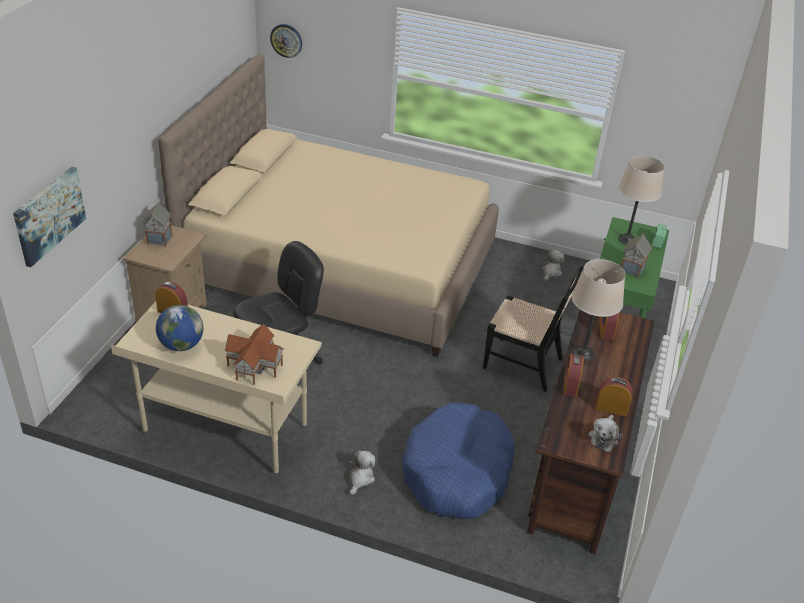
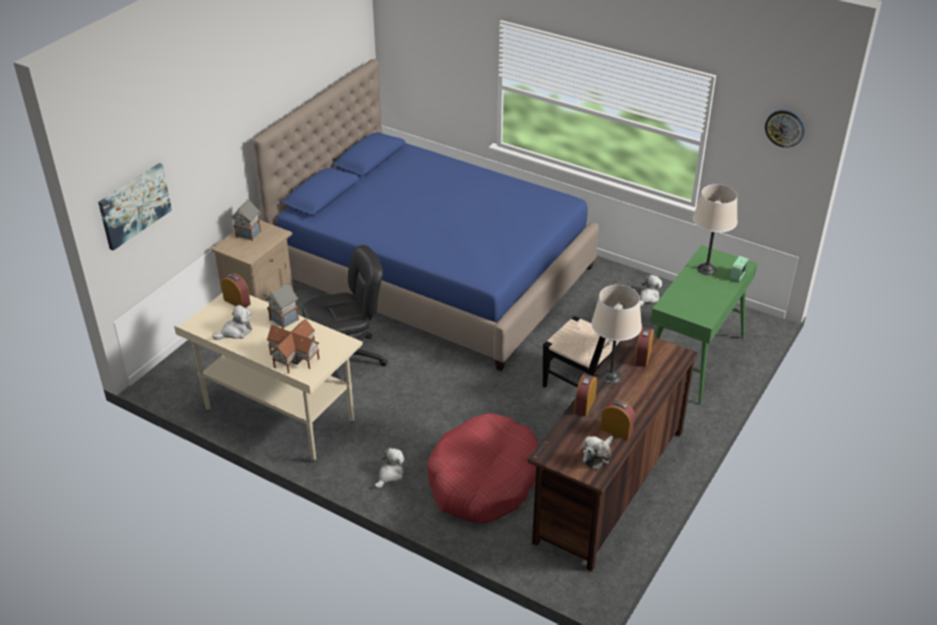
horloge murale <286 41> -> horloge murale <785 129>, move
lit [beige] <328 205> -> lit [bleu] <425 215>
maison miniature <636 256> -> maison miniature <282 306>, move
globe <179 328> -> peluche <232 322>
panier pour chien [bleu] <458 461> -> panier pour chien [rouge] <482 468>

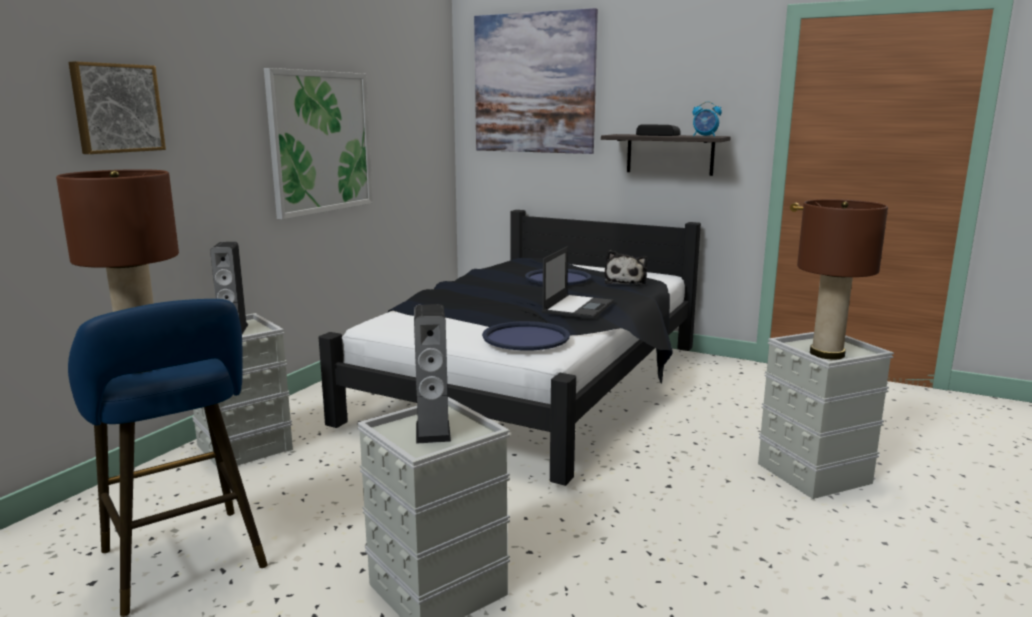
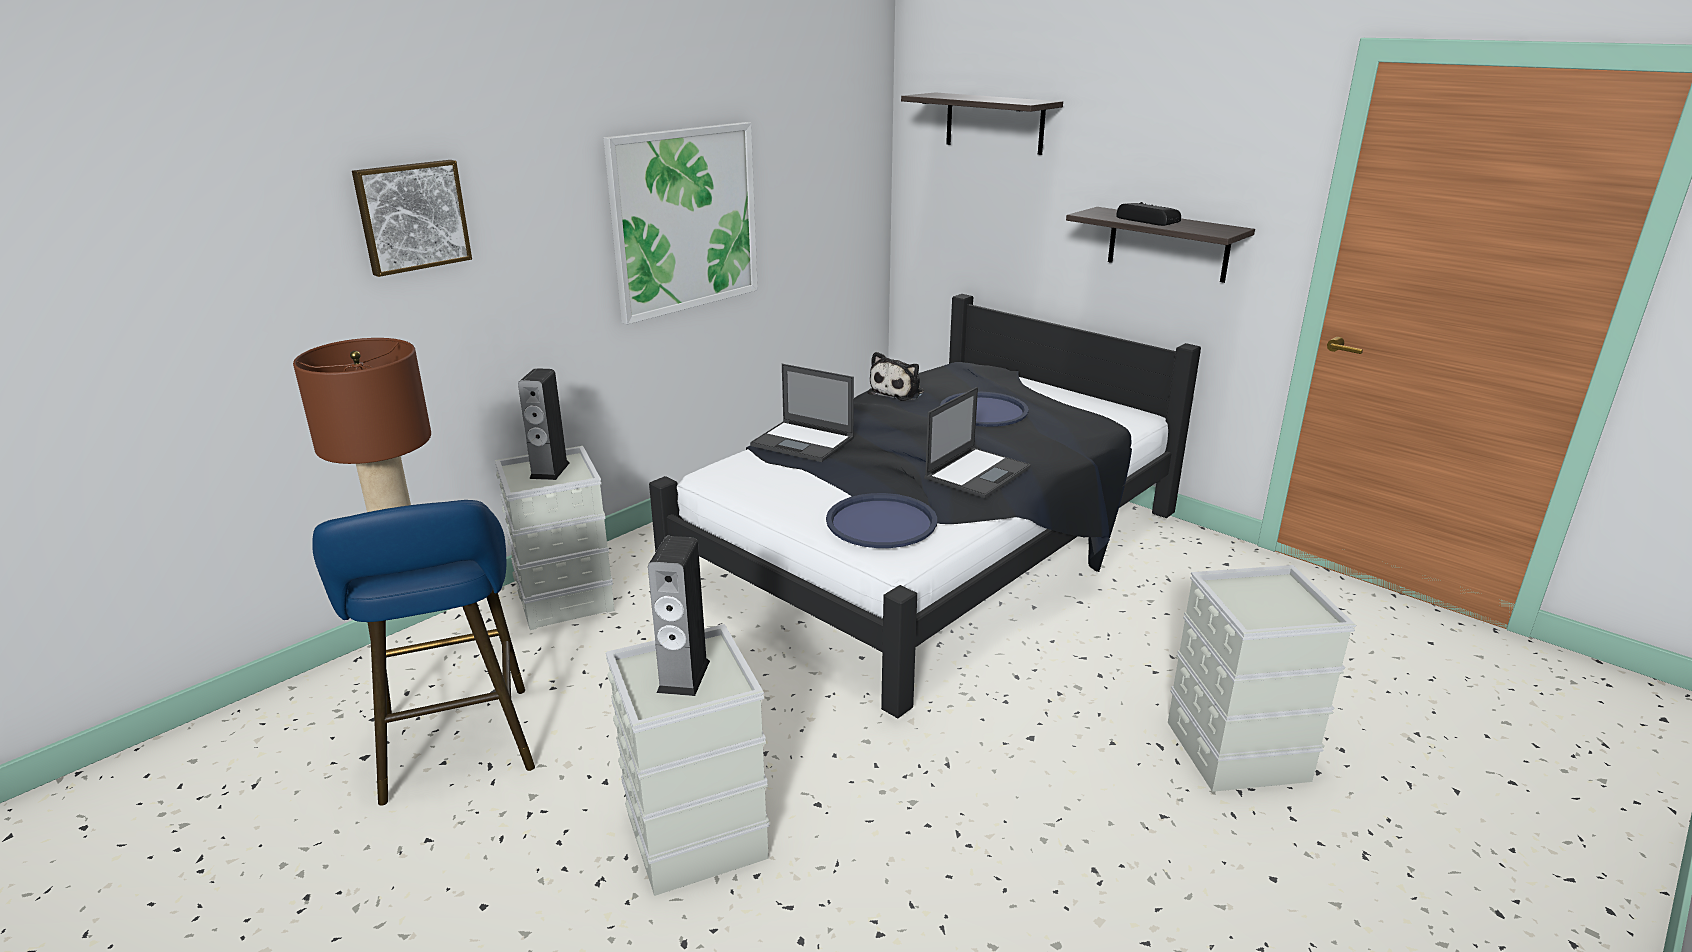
tableau <536 81> -> étagère <982 123>
réveil <707 119> -> none
lampe de table [marron] <842 279> -> none
peluche <626 267> -> peluche <896 376>, move
none -> ordinateur portable <802 413>

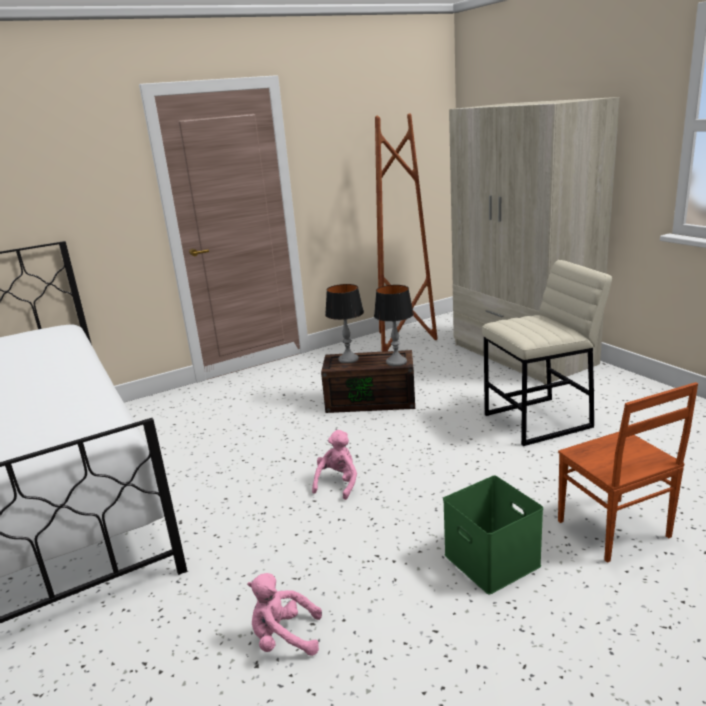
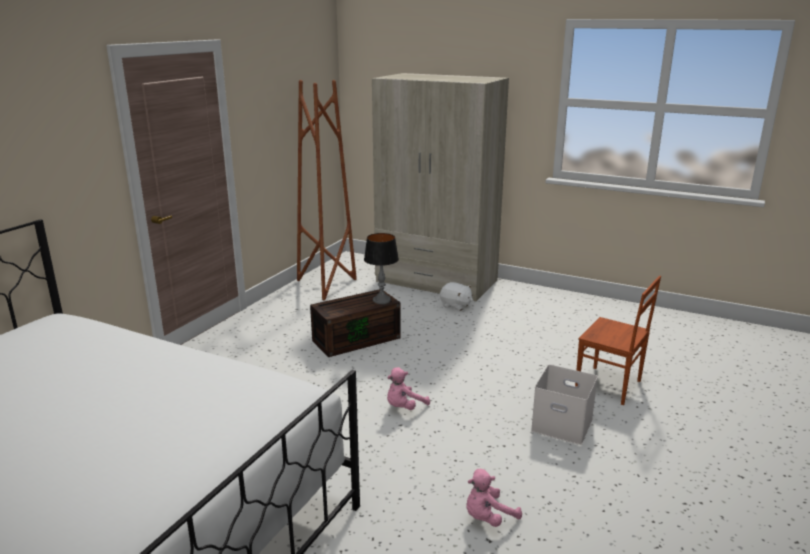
chaise [beige] <547 353> -> none
lampe de table <344 324> -> none
peluche [rose] <334 465> -> peluche [rose] <408 388>, 120 degrees counterclockwise
boîte de rangement [vert] <493 535> -> boîte de rangement [blanc] <564 405>
none -> peluche [blanc] <456 296>

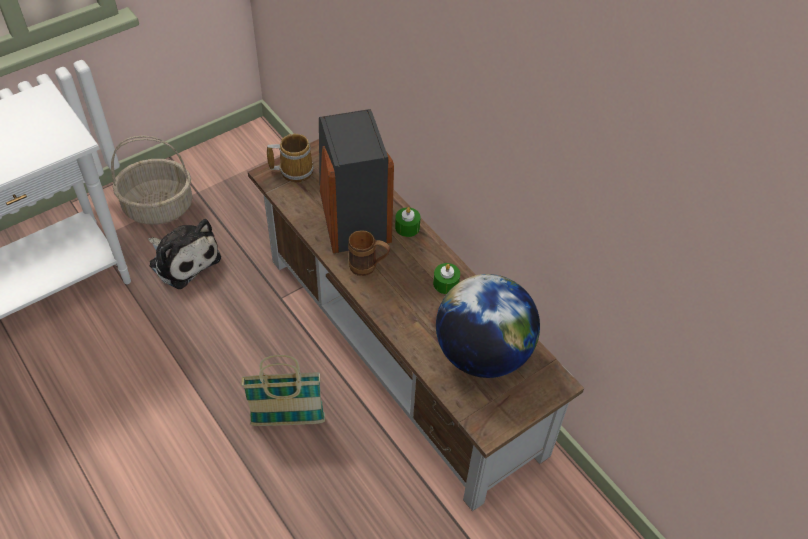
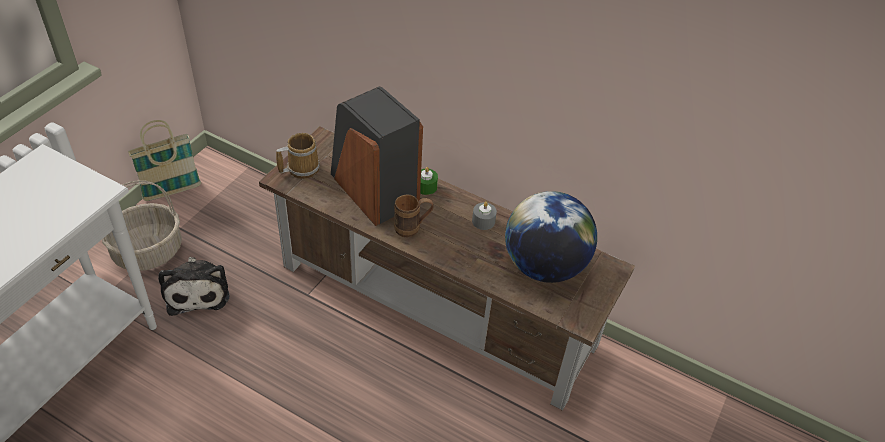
peluche <184 254> -> peluche <193 286>, 60 degrees clockwise
bougie [vert] <446 278> -> bougie [gris] <484 216>
panier <283 390> -> panier <164 160>, move

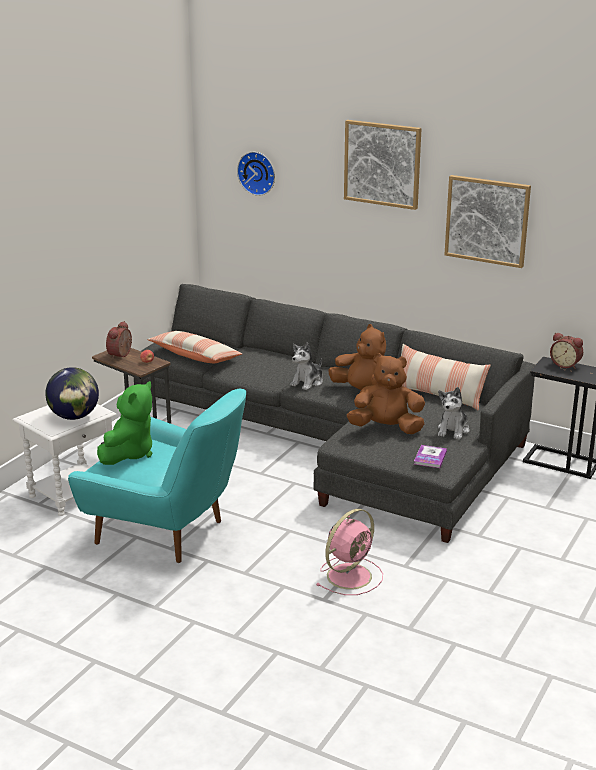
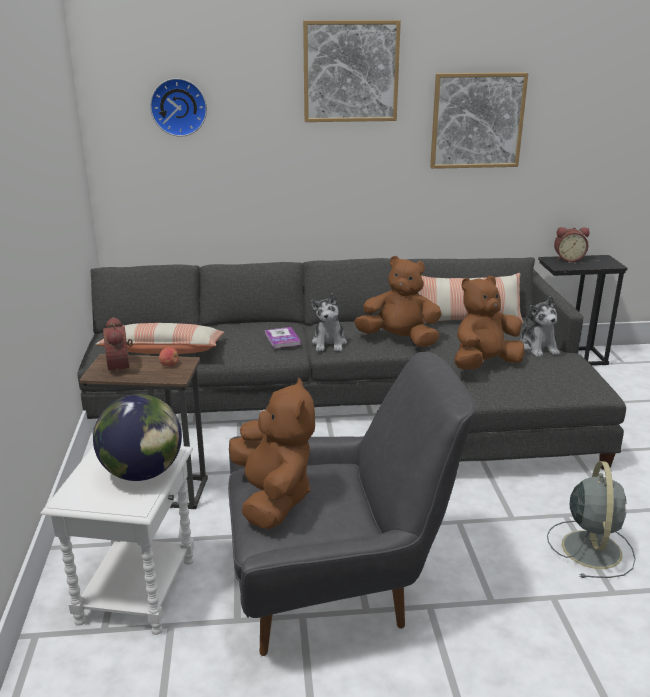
peluche [vert] <124 423> -> peluche [marron] <272 453>
fauteuil [turquoise] <157 476> -> fauteuil [gris] <351 504>
livre <430 456> -> livre <283 337>, move
ventilateur [rose] <350 552> -> ventilateur [gris] <591 519>

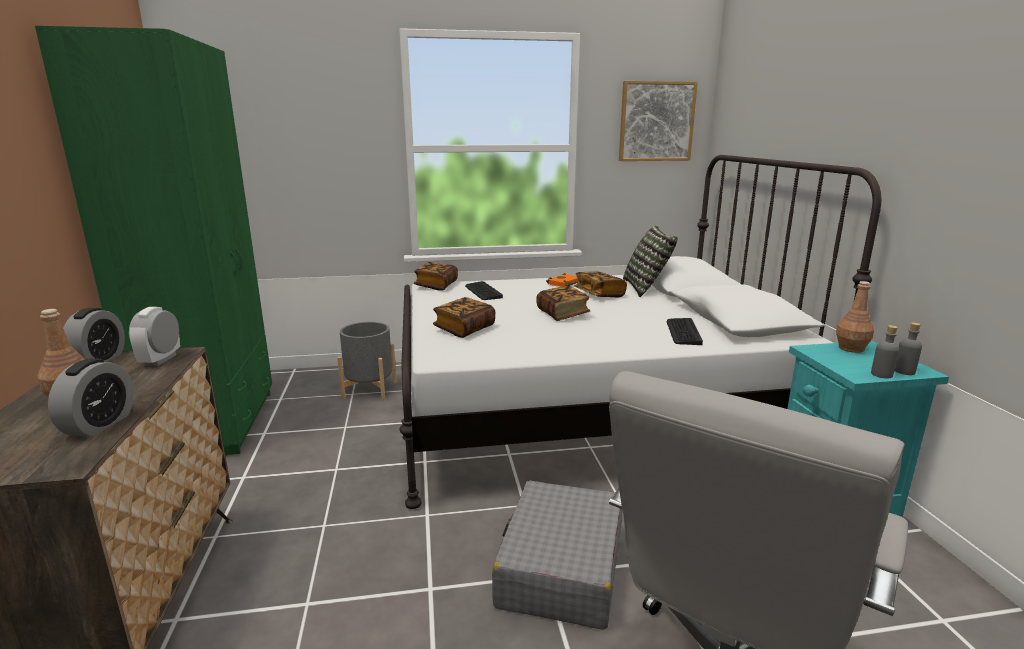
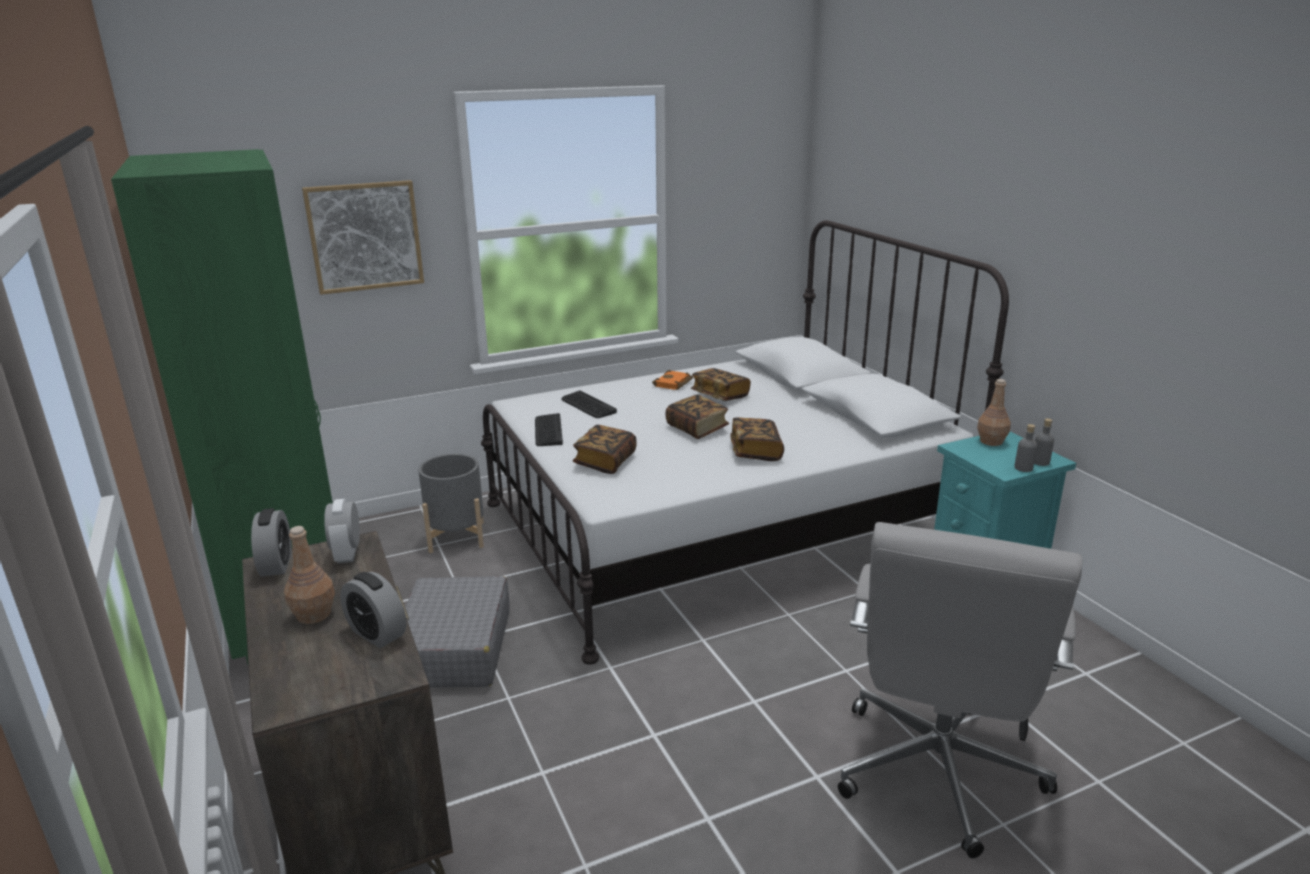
tableau <658 121> -> tableau <363 237>, move
coussin <650 261> -> none
livre <436 276> -> livre <757 439>, move
clavier <685 331> -> clavier <549 429>, move
réveil <91 397> -> réveil <373 610>, 135 degrees clockwise
valise [gris] <557 555> -> valise [gris] <457 632>, move

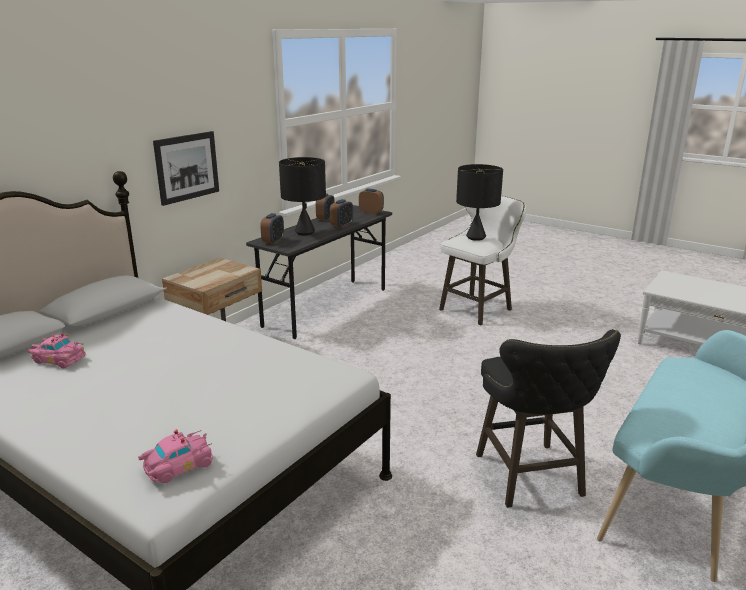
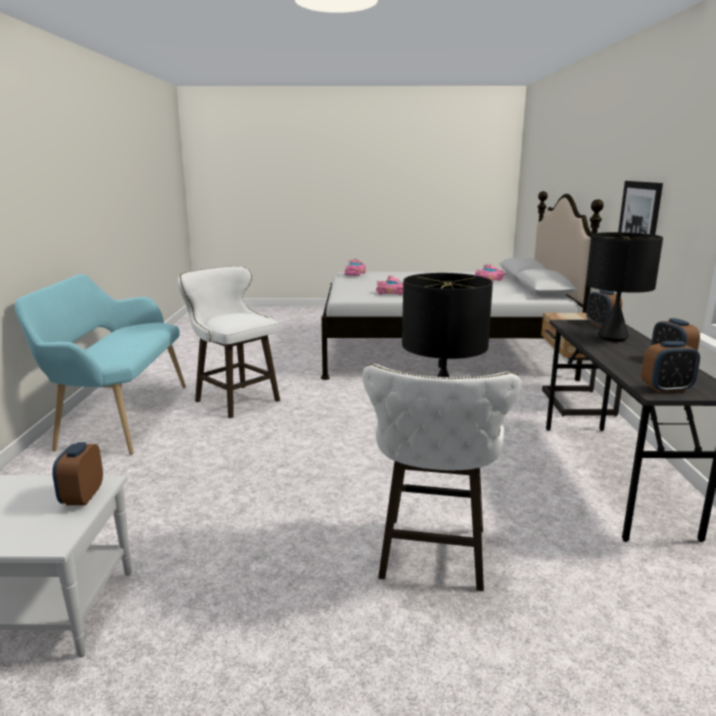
réveil <341 213> -> réveil <77 473>, move
tabouret [noir] <548 418> -> tabouret [blanc] <229 342>
none -> petite voiture [rose] <389 285>

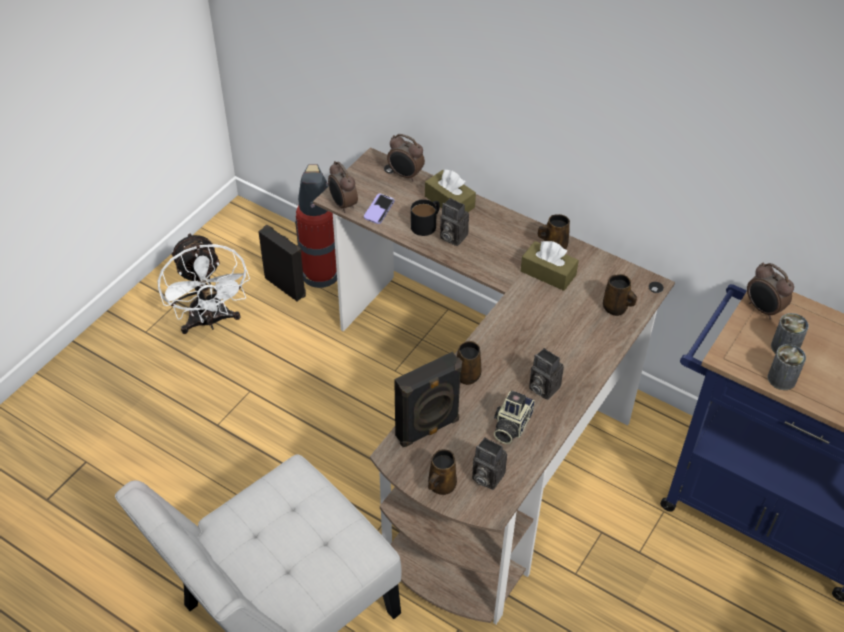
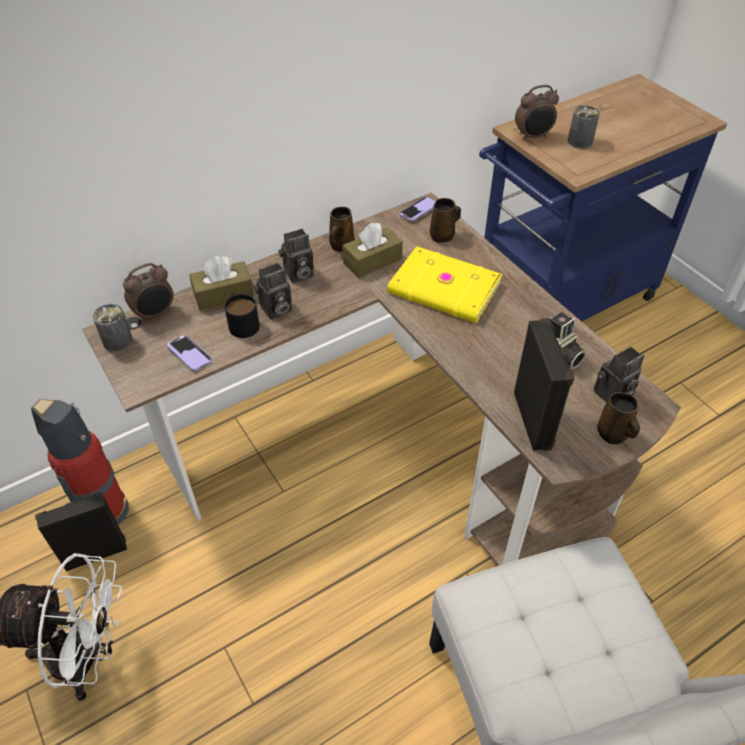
réveil <343 187> -> none
mug [marron] <469 363> -> none
boîte métallique <787 367> -> boîte métallique <113 328>, move
appareil photo <546 374> -> appareil photo <296 256>, move
none -> téléphone <417 209>
none -> livre [jaune] <444 284>

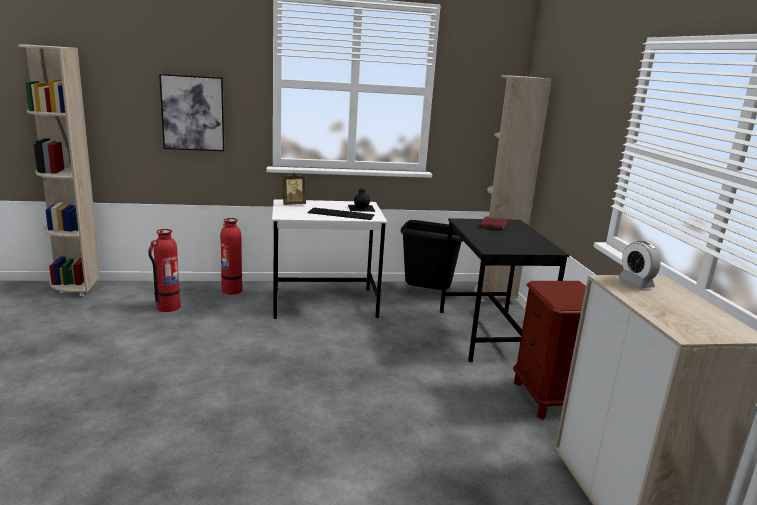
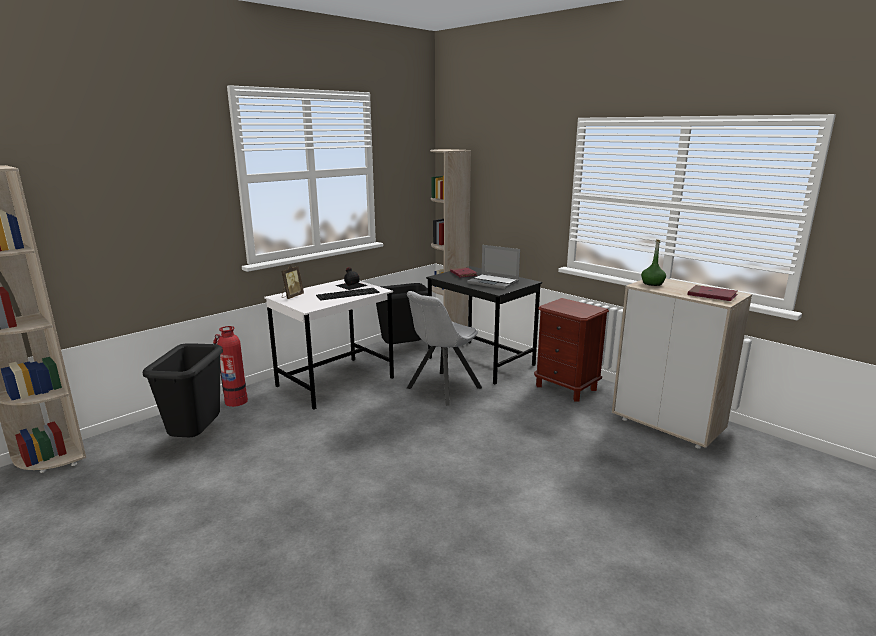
tableau <192 112> -> none
extincteur <164 270> -> poubelle [noir] <183 390>
réveil <639 265> -> bouteille [vert] <653 262>
none -> ordinateur portable <493 267>
none -> livre [rouge] <712 293>
none -> chaise [gris] <444 348>

